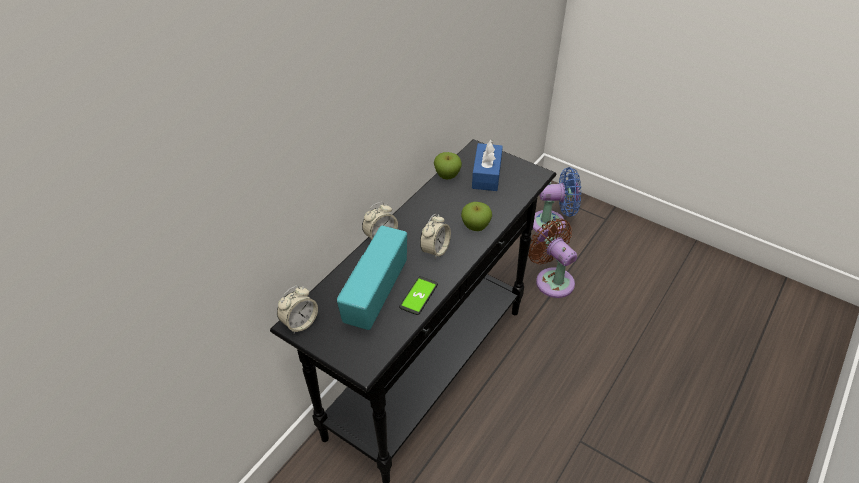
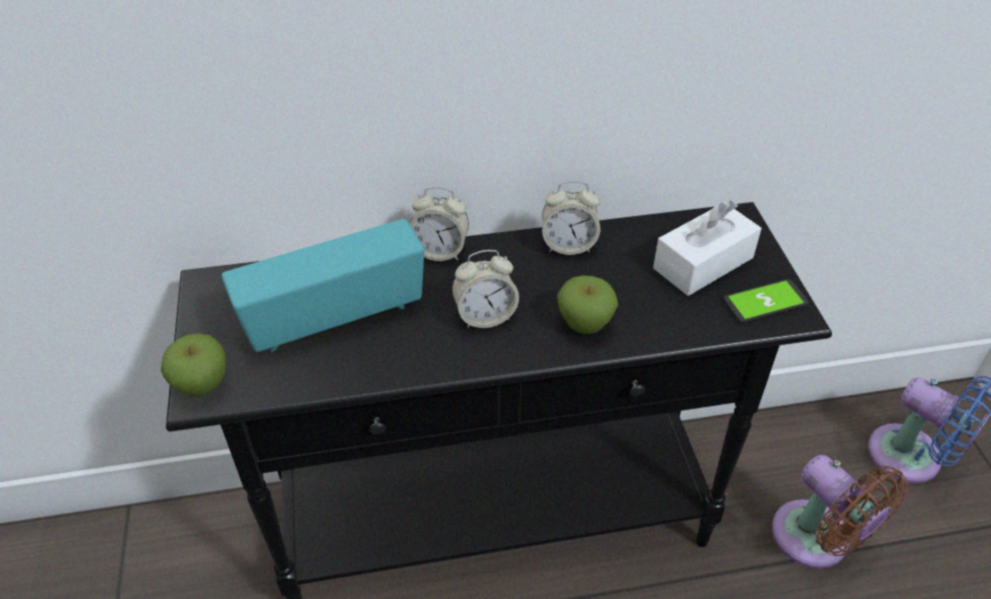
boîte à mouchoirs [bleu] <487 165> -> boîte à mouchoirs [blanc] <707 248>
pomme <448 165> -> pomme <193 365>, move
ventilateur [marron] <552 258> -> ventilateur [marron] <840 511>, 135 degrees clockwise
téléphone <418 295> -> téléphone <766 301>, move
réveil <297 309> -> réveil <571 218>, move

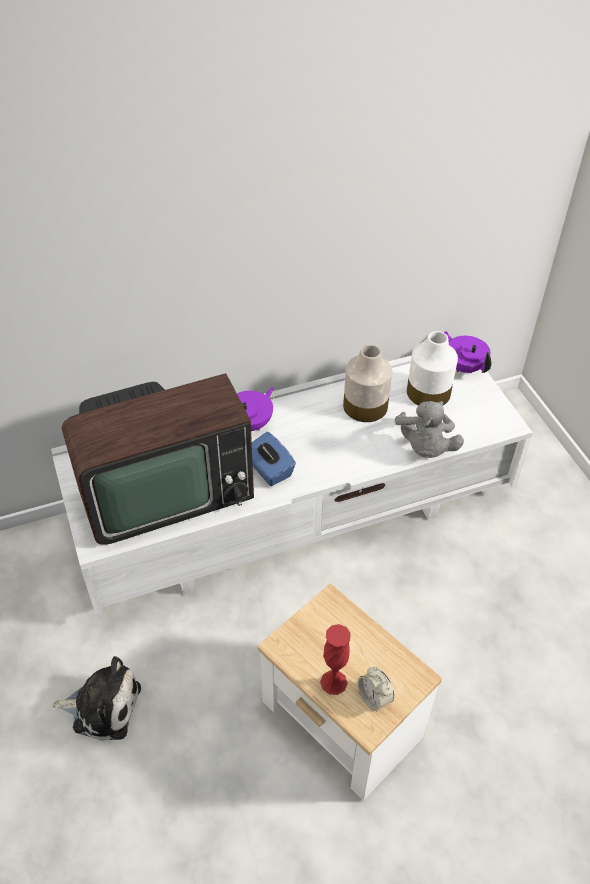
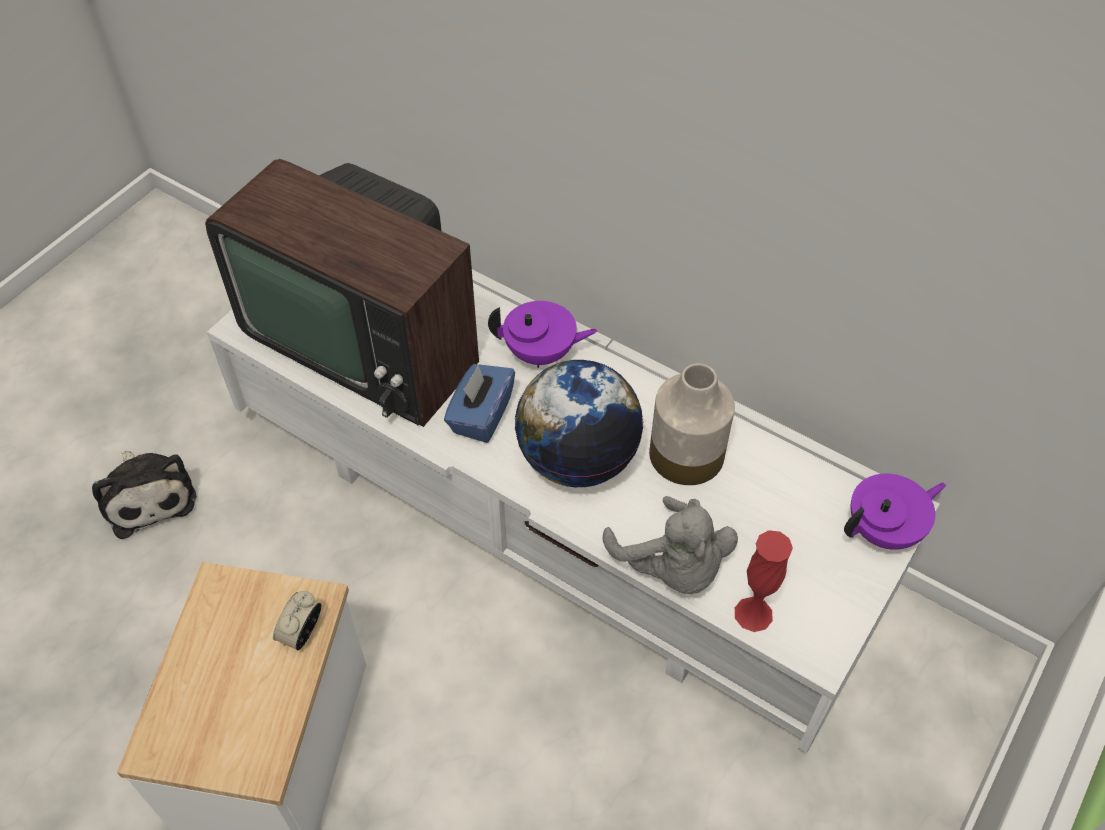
vase [blanc] <432 368> -> none
théière [violet] <468 352> -> théière [violet] <895 511>, 45 degrees clockwise
peluche [gris] <429 429> -> peluche [gris] <670 545>, 90 degrees counterclockwise
vase [rouge] <335 659> -> vase [rouge] <764 581>, move
réveil <376 689> -> réveil <297 620>, move
none -> globe <579 423>

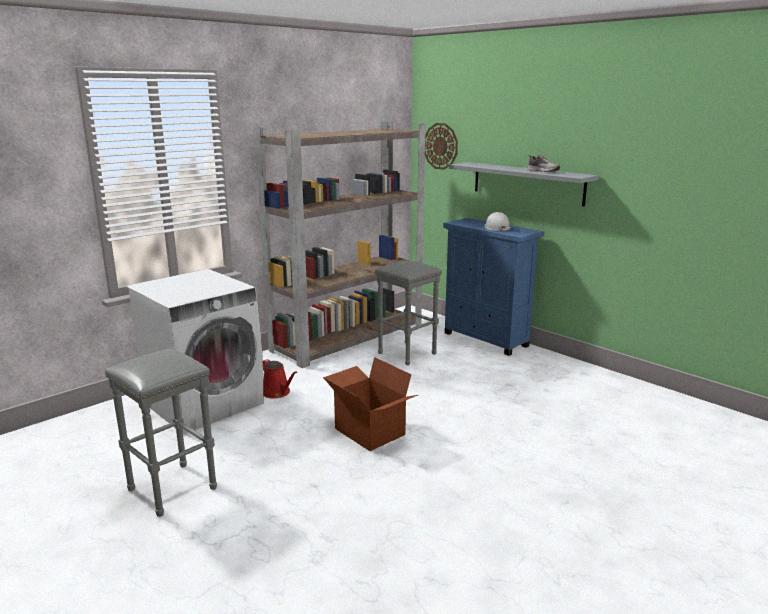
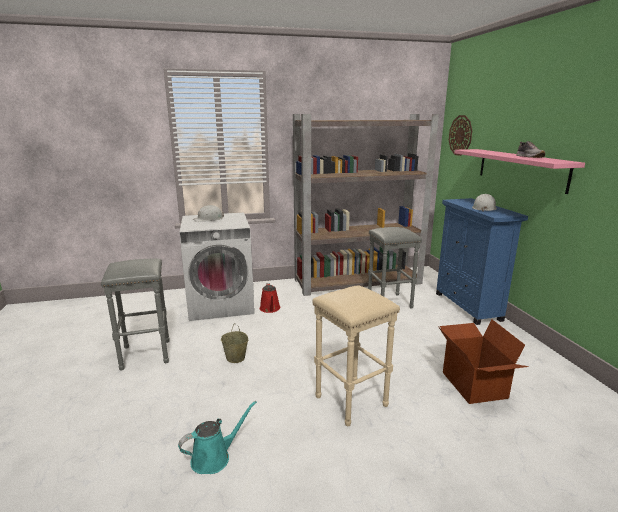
étagère [gris] <524 184> -> étagère [rose] <519 171>
carton <370 404> -> carton <483 361>, move
none -> casque de chantier [blanc] <208 213>
none -> tabouret [beige] <356 355>
none -> seau [beige] <234 343>
none -> arrosoir [turquoise] <217 437>

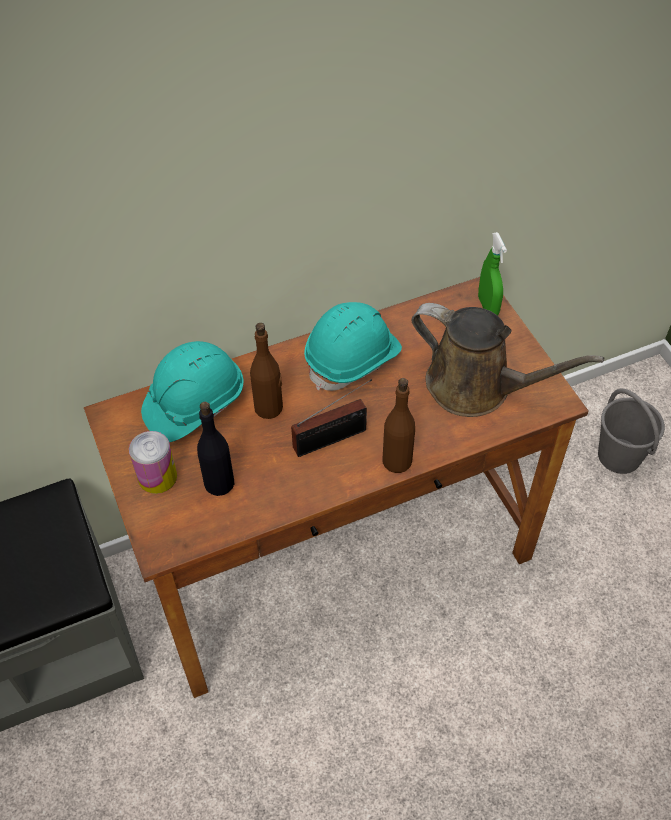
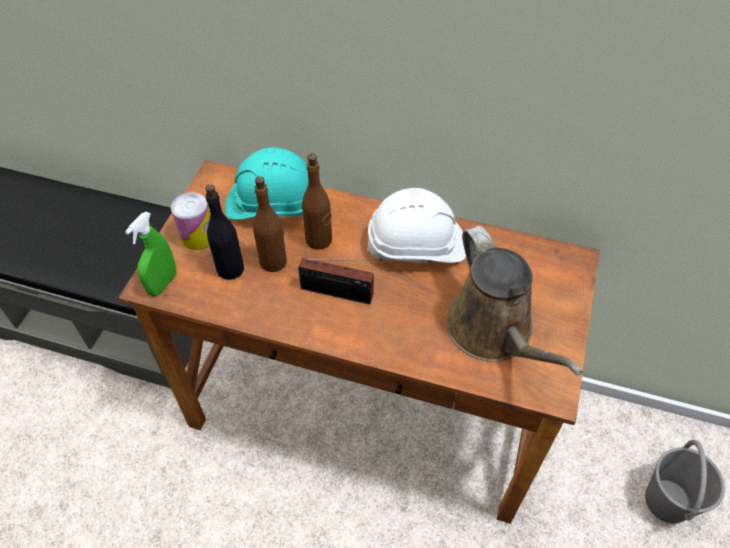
vaporisateur [vert] <492 274> -> vaporisateur [vert] <151 254>, move
casque de chantier [turquoise] <353 346> -> casque de chantier [blanc] <416 226>
bouteille [marron] <399 425> -> bouteille [marron] <270 224>, move

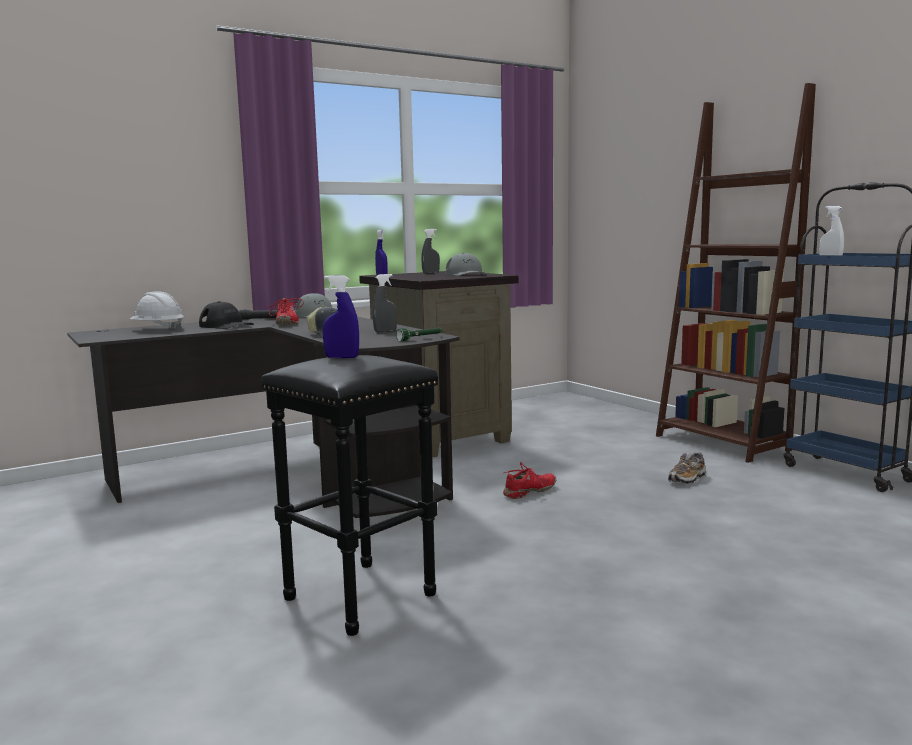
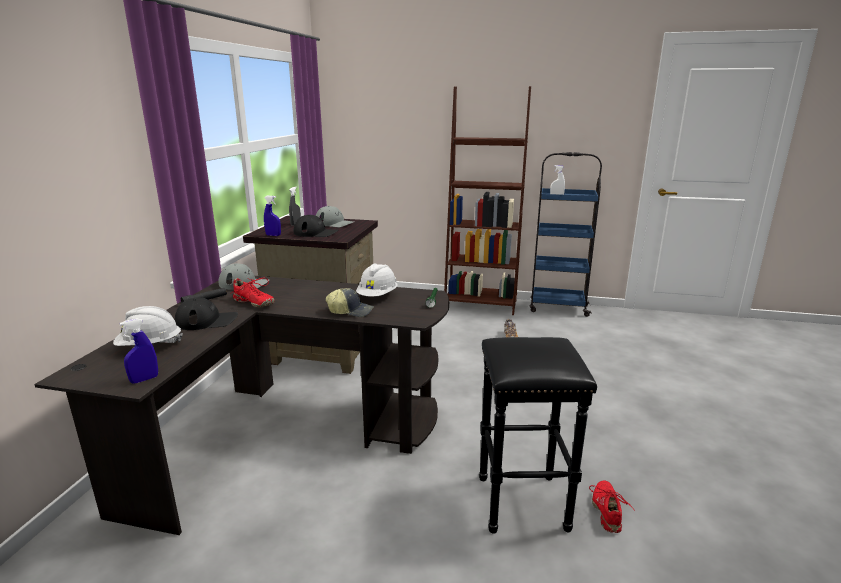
vaporisateur [gris] <384 303> -> casque de chantier [blanc] <377 280>
vaporisateur [bleu] <340 316> -> vaporisateur [bleu] <138 351>, move
chaussure [rouge] <529 480> -> chaussure [rouge] <612 507>, move
none -> casquette [noir] <315 226>

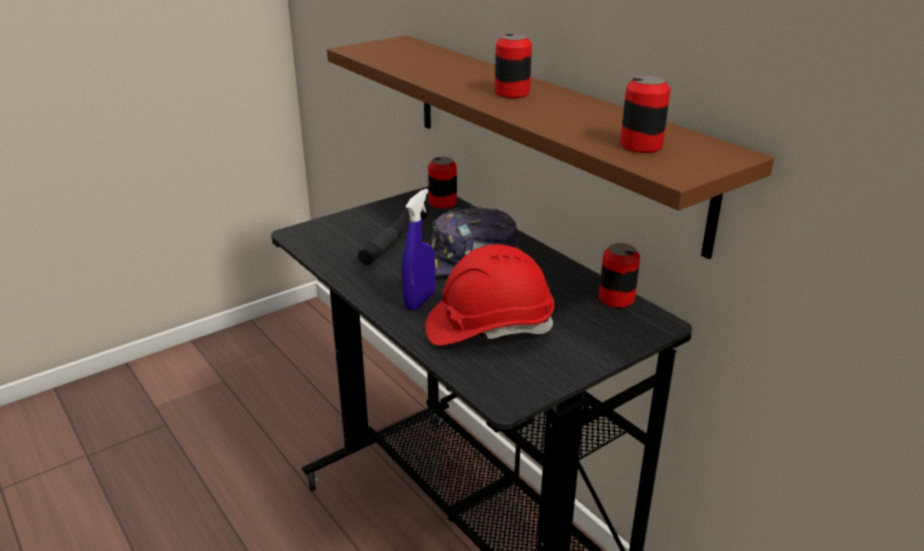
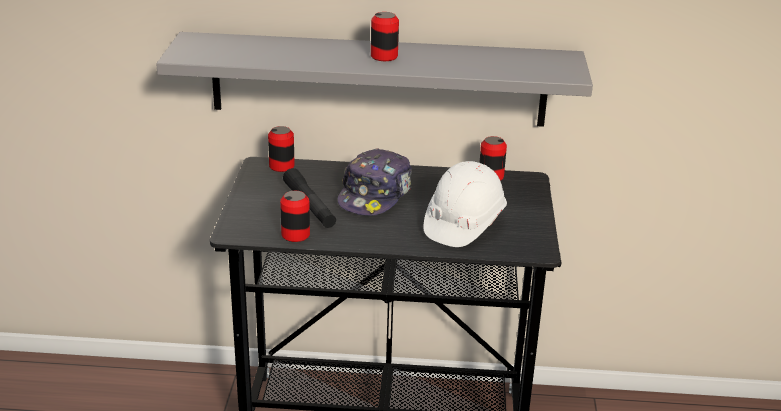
étagère [marron] <550 147> -> étagère [gris] <374 79>
boîte métallique <645 114> -> boîte métallique <295 216>, move
vaporisateur [bleu] <418 250> -> none
casque de chantier [rouge] <489 295> -> casque de chantier [blanc] <465 204>

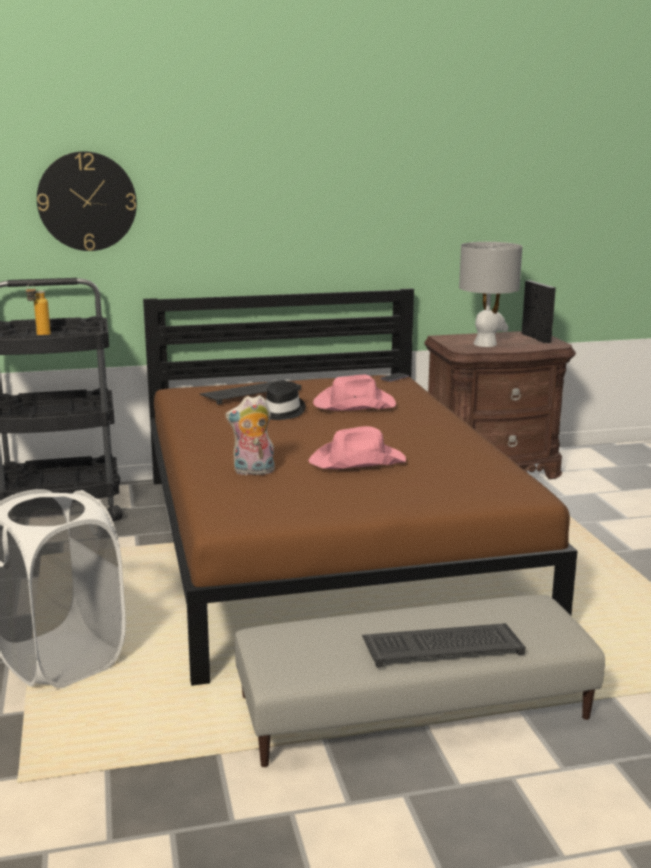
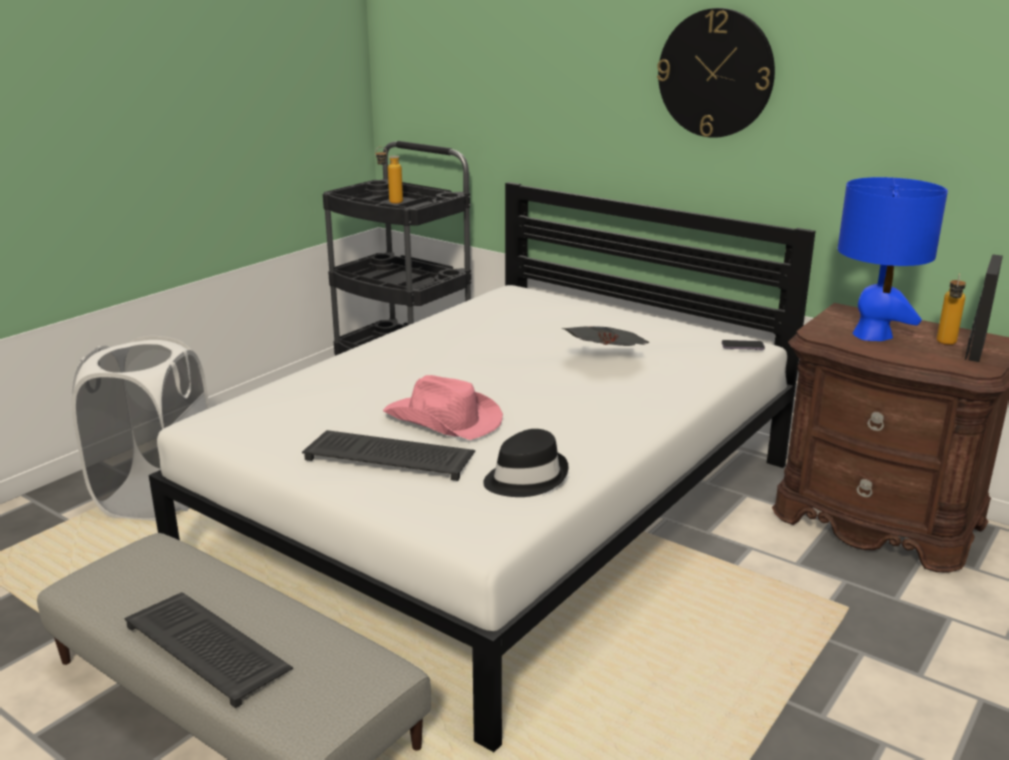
horloge murale <87 201> -> horloge murale <716 73>, move
lampe de table [gris] <490 294> -> lampe de table [bleu] <892 259>
lit [marron] <360 487> -> lit [blanc] <482 467>
chapeau [rose] <354 392> -> journal <605 336>
clavier <250 392> -> clavier <388 455>, move
chapeau [noir] <286 400> -> chapeau [noir] <526 463>, move
peluche <250 435> -> none
none -> bouteille <951 309>

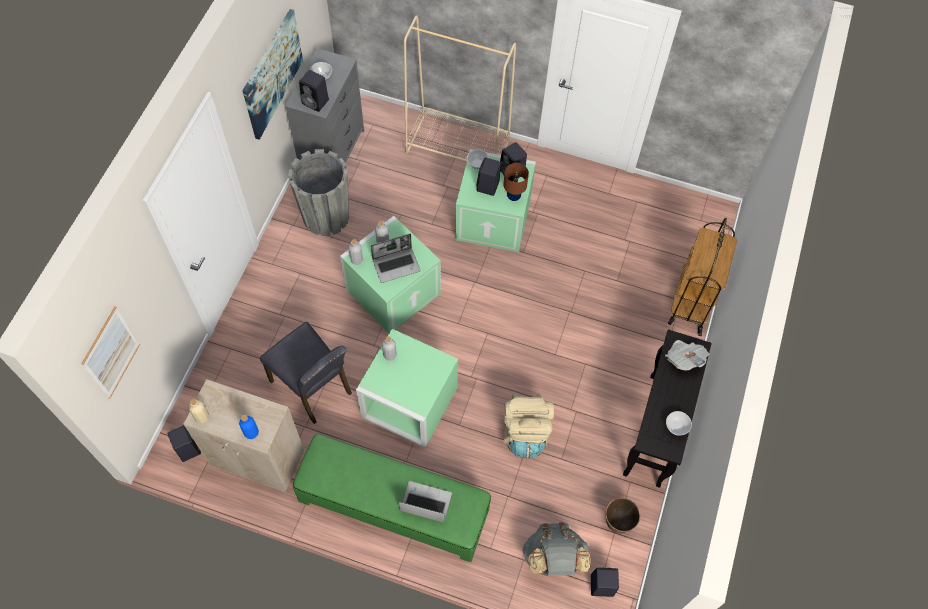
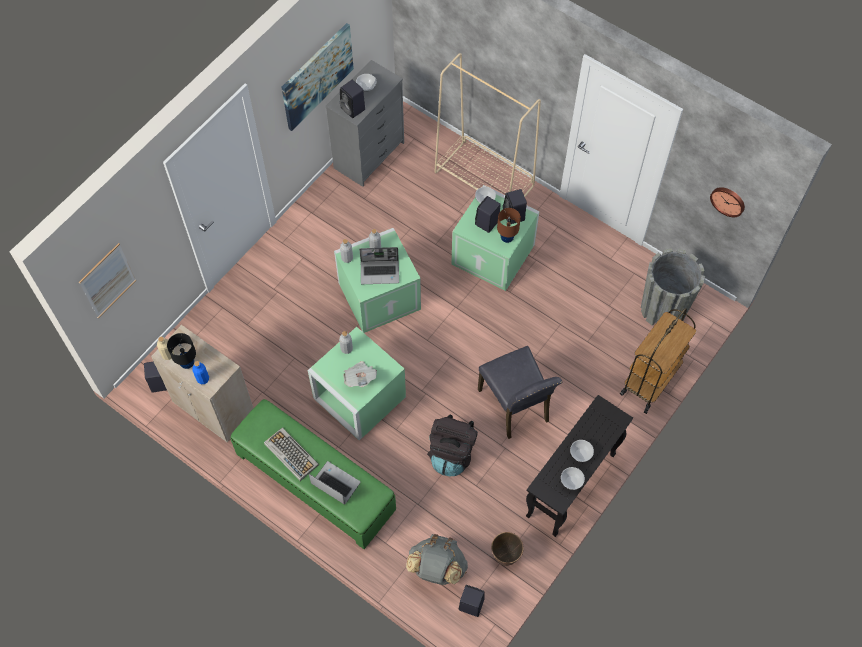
cache-pot [gris] <318 192> -> cache-pot [gris] <673 287>, move
chaise [gris] <306 373> -> chaise [gris] <520 392>, move
journal <687 355> -> journal <360 374>, move
sac à dos [beige] <528 426> -> sac à dos [noir] <452 445>
none -> horloge murale <727 202>
none -> lampe de table [noir] <181 351>
none -> clavier <291 454>
none -> bol <582 451>

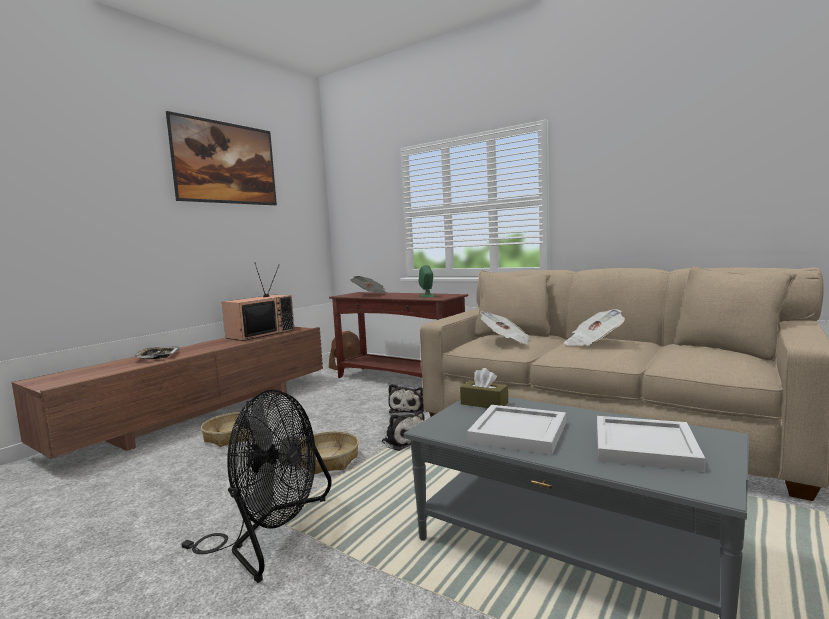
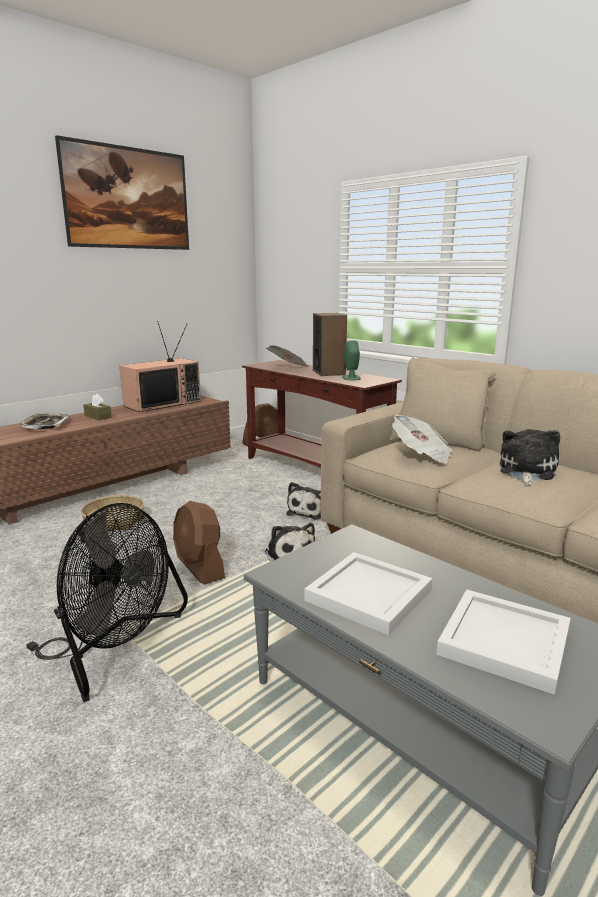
journal <594 327> -> peluche <530 457>
boîte à mouchoirs [marron] <484 388> -> boîte à mouchoirs [marron] <97 407>, move
panier <329 452> -> ventilateur [marron] <199 543>
none -> enceinte <330 344>

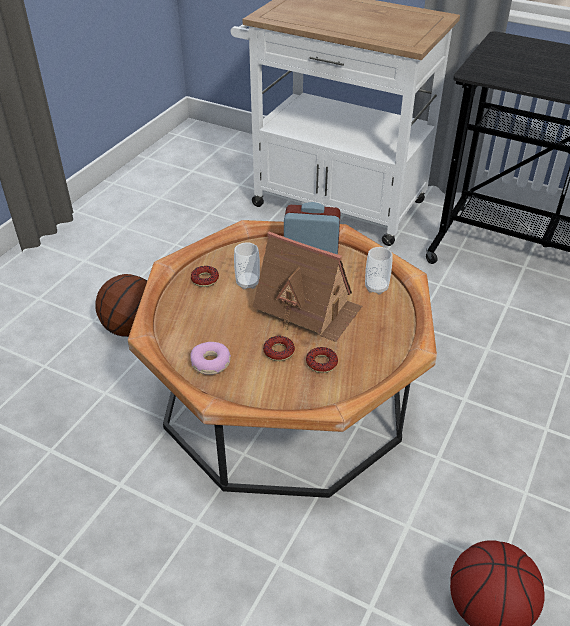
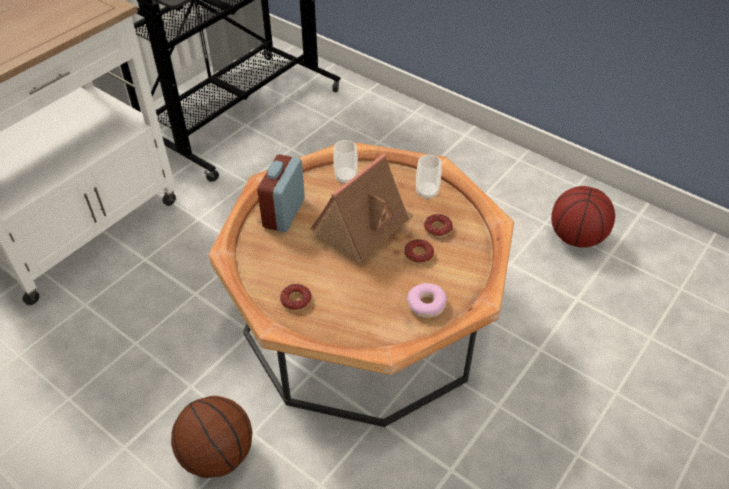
tasse <247 265> -> tasse <429 177>, move

